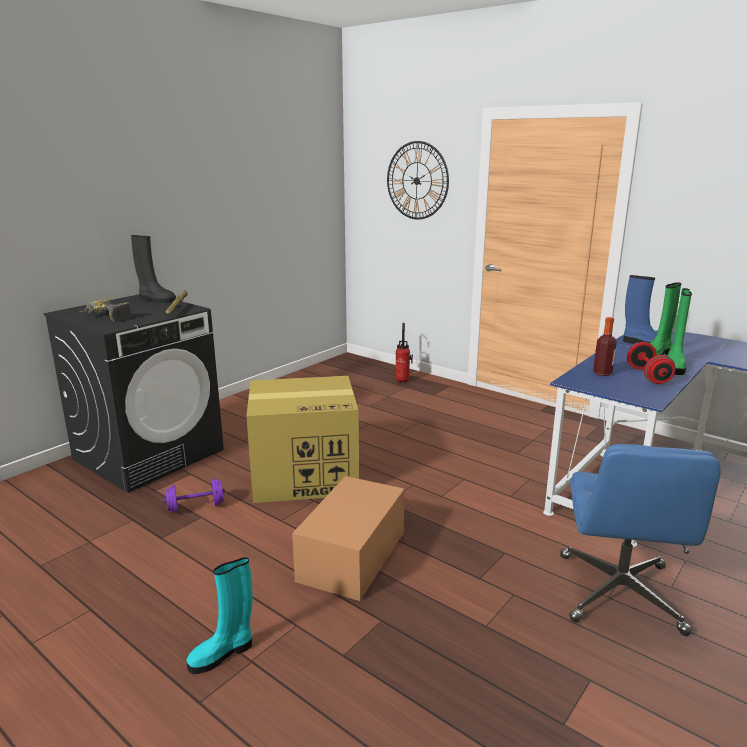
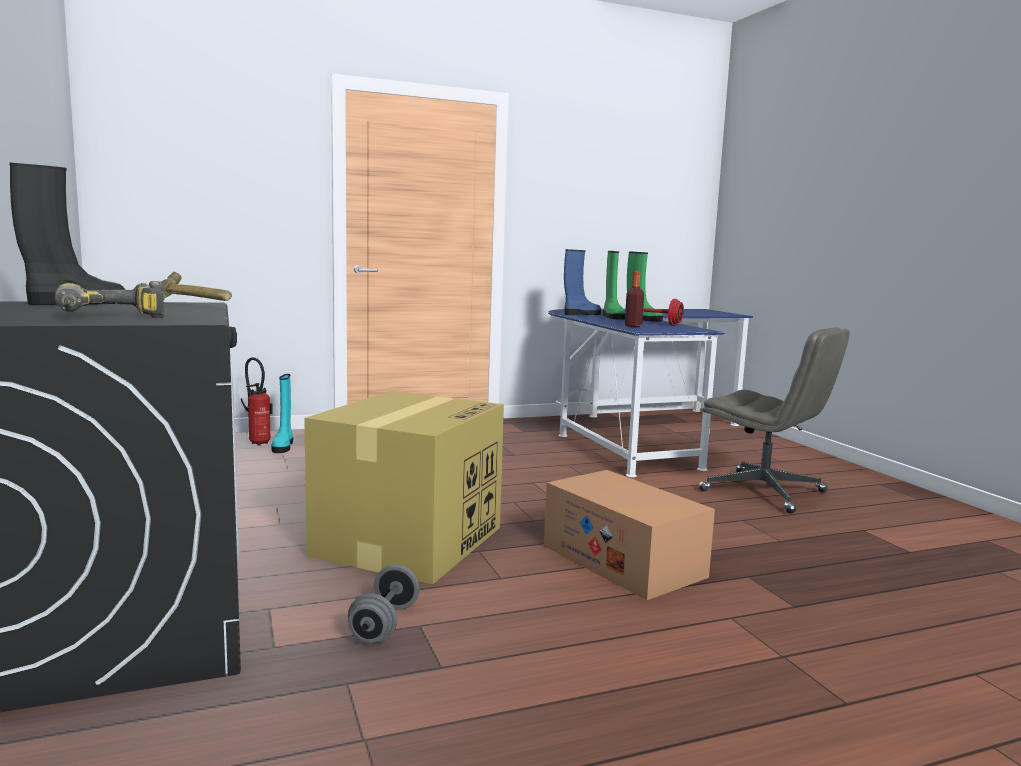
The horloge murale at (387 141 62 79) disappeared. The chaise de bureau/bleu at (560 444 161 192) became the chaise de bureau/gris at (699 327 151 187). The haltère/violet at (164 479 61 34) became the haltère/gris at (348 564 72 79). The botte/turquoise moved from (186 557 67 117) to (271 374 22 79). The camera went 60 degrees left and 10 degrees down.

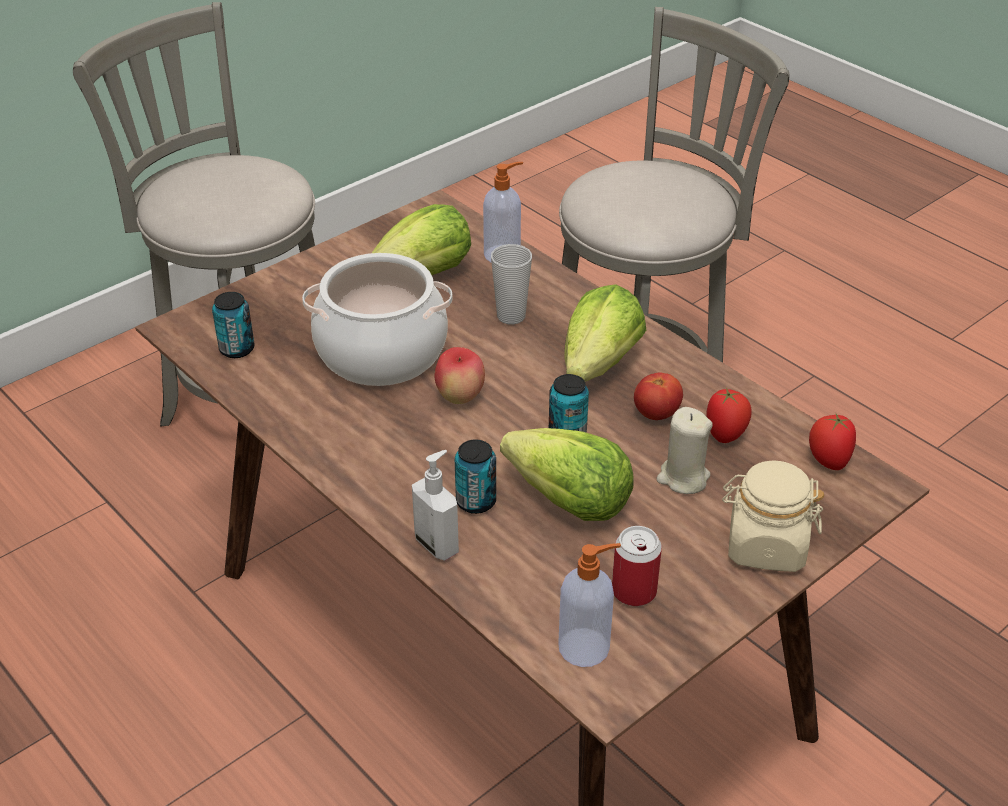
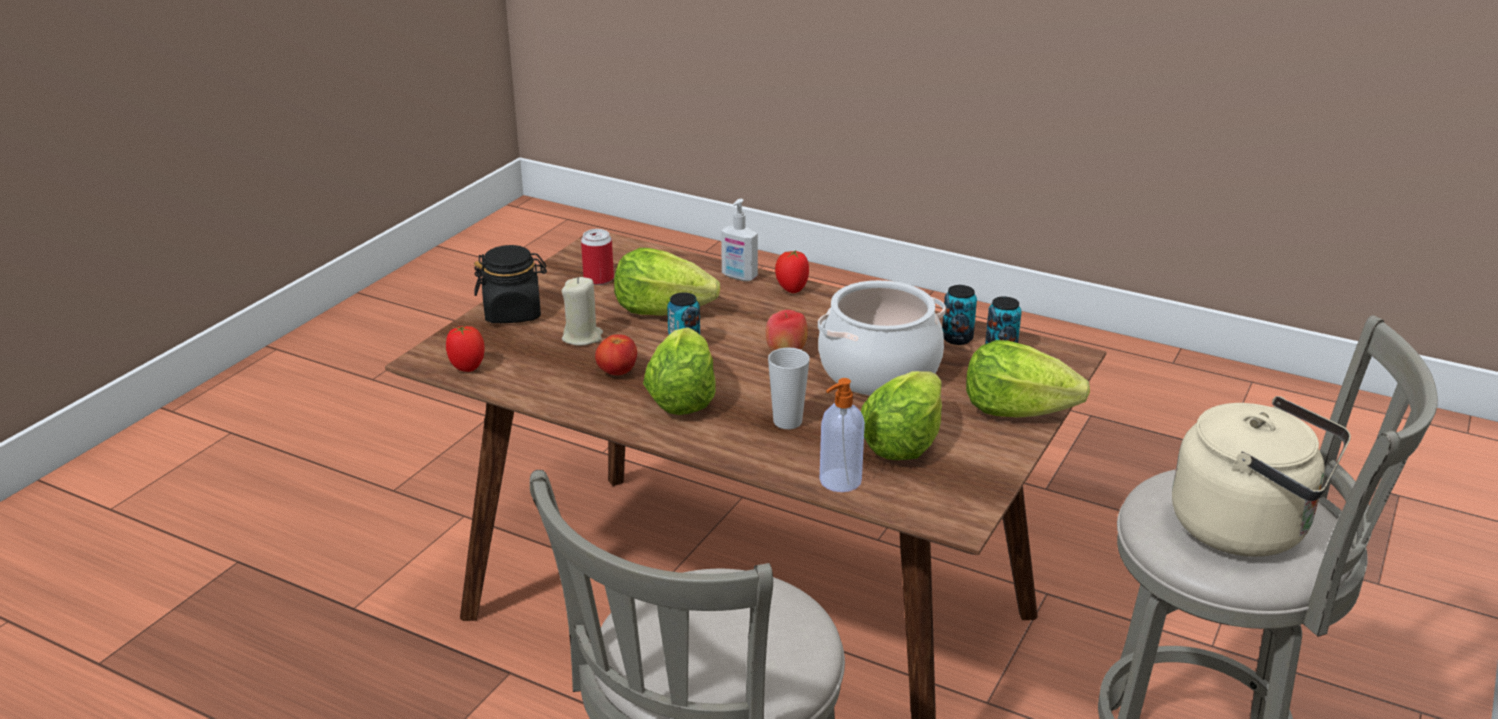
The tomate moved from (706 388 46 55) to (775 250 34 43). The boîte métallique moved from (455 439 41 75) to (942 285 35 60). The bocal/beige at (722 460 103 112) became the bocal/noir at (474 245 73 78). The distributeur de savon at (558 543 63 124) disappeared. The laitue at (966 340 124 78) appeared. The bouilloire/beige at (1172 396 179 161) appeared. The camera went 160 degrees right and 10 degrees down.

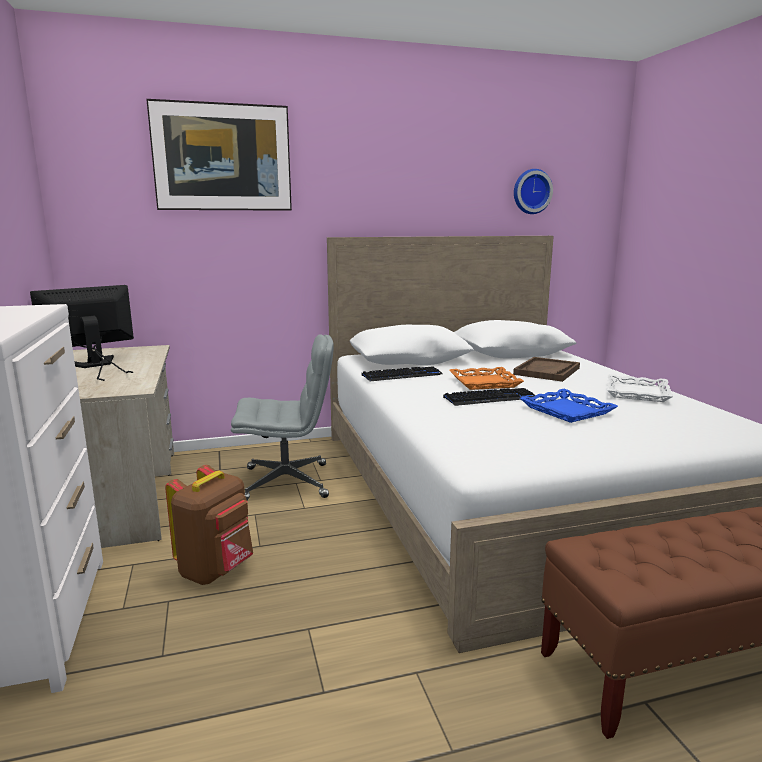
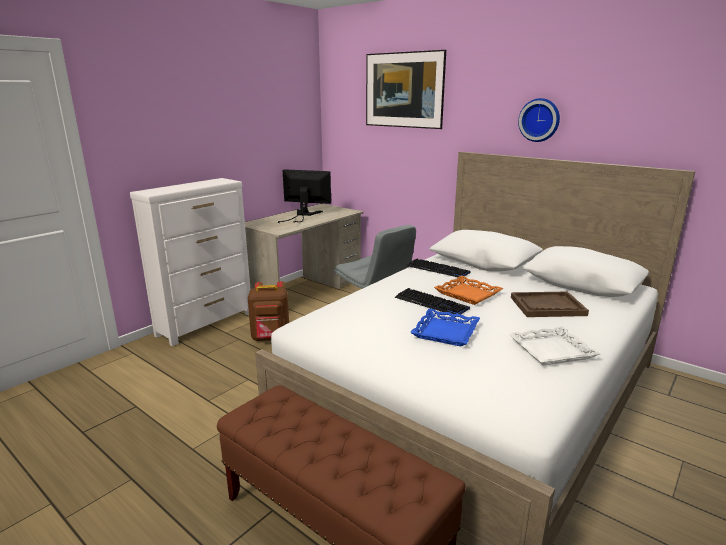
The horloge murale moved from (514 169 39 45) to (518 98 42 44). The camera went 55 degrees right and 5 degrees up.

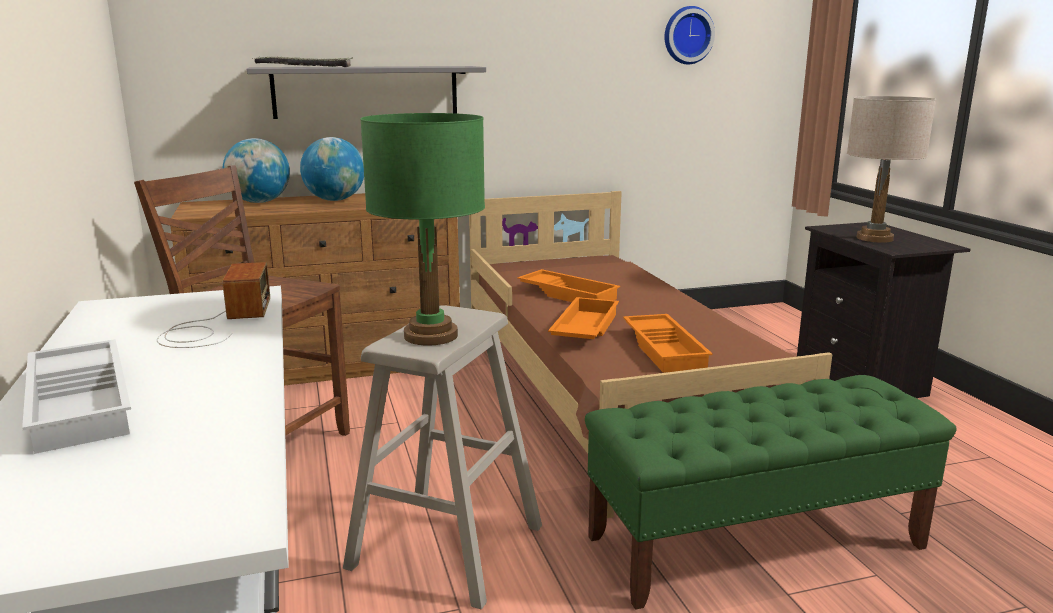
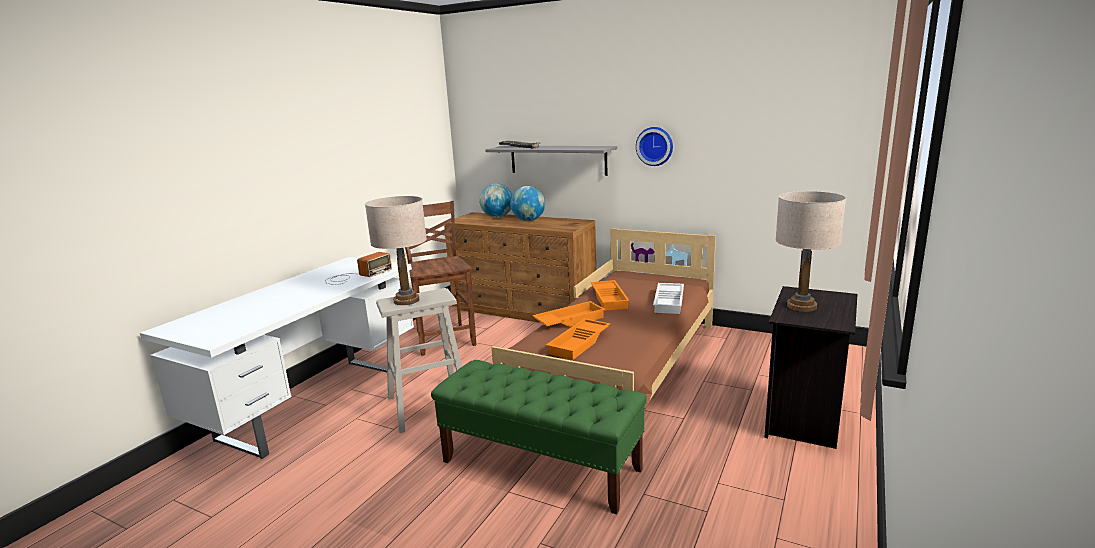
The horloge murale moved from (665 6 50 58) to (636 127 37 39). The lampe de table/vert at (360 113 125 233) became the lampe de table/beige at (365 196 62 109). The plateau/blanc moved from (22 339 109 115) to (653 283 31 31). The camera went 45 degrees right and 0 degrees up.

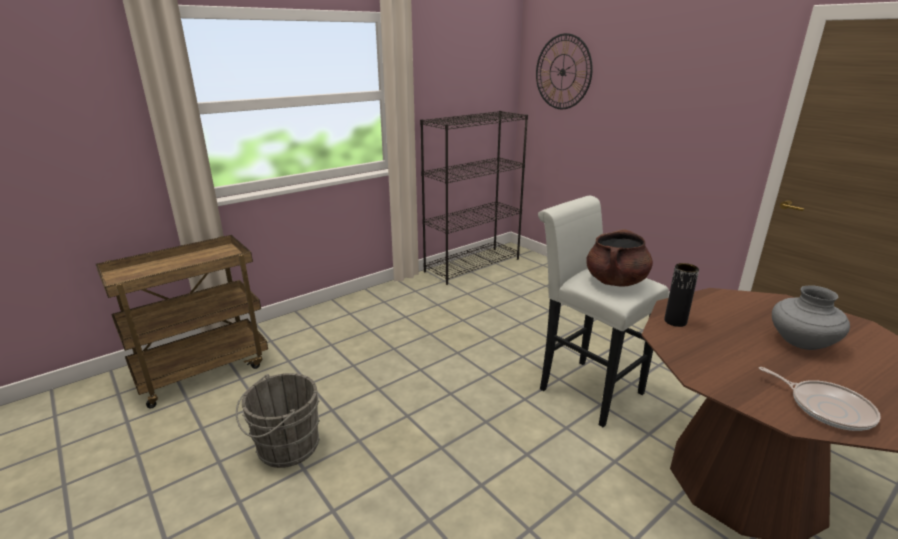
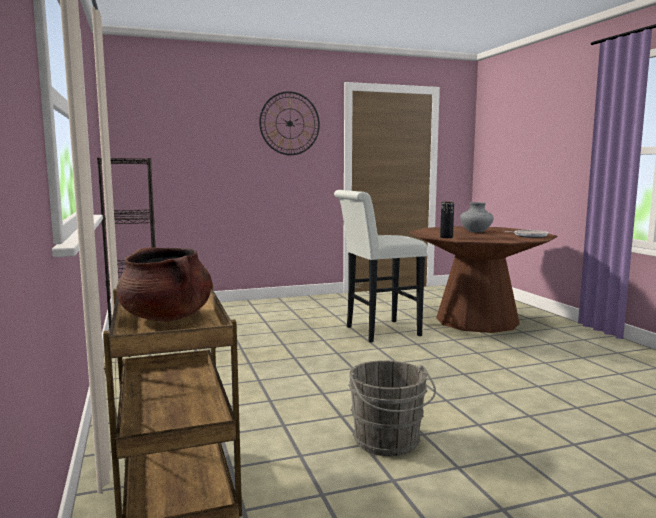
The horloge murale moved from (536 33 57 76) to (259 91 61 64). The marmite/marron moved from (586 229 67 58) to (116 247 96 75). The camera went 70 degrees left and 15 degrees down.

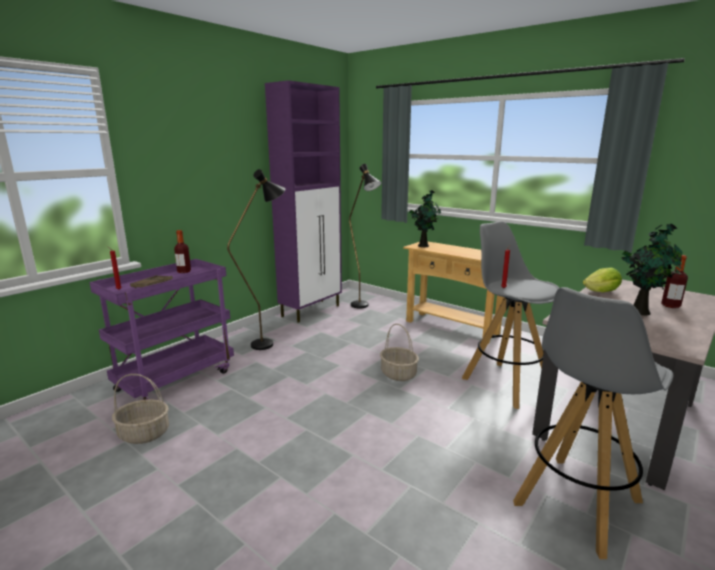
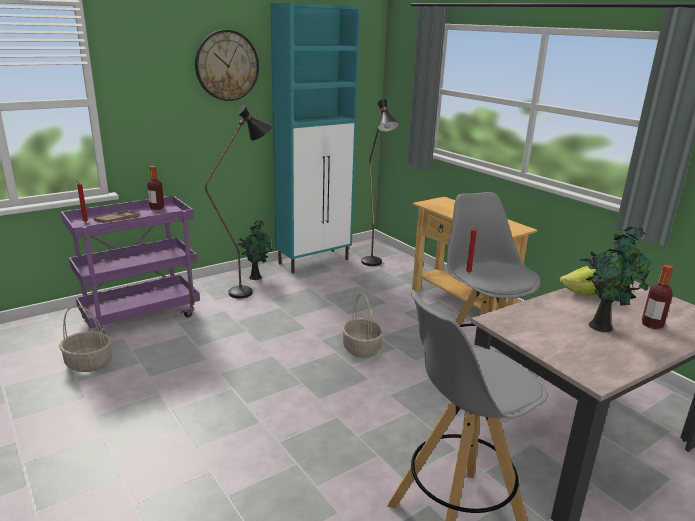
The meuble de rangement/violet at (265 80 77 243) became the meuble de rangement/turquoise at (270 3 91 270). The plante en pot moved from (409 190 32 57) to (237 221 36 59). The horloge murale at (195 30 64 71) appeared. The camera went 15 degrees right and 5 degrees up.

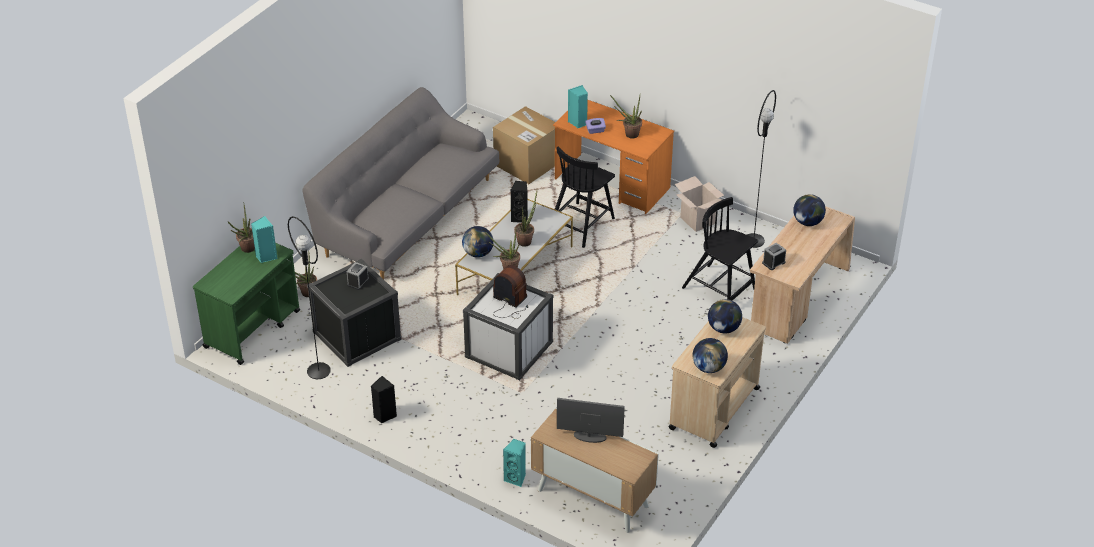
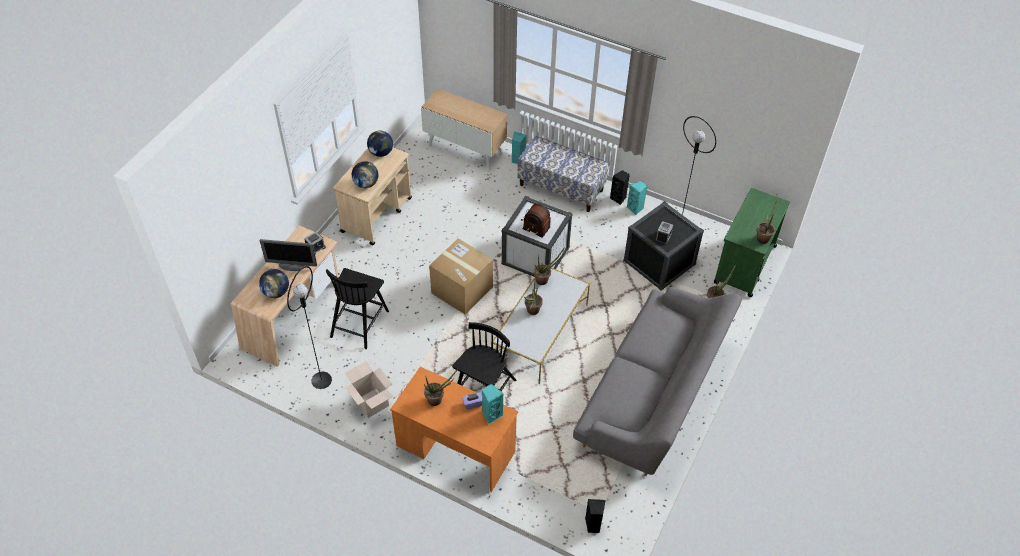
The carton moved from (493 106 62 78) to (429 239 64 76). The enceinte/noir moved from (510 181 18 42) to (585 499 21 34). The chaise/noir at (682 197 76 104) turned 75 degrees clockwise. The enceinte/turquoise moved from (251 216 27 47) to (627 181 20 34). The globe at (462 226 32 32) disappeared. The écran d'ordinateur moved from (557 398 68 45) to (260 239 57 32). The banc at (517 136 92 76) appeared. The camera went 175 degrees right and 10 degrees up.

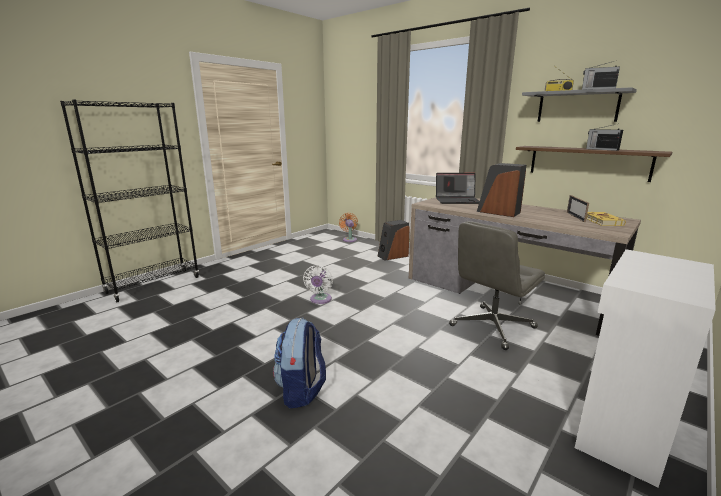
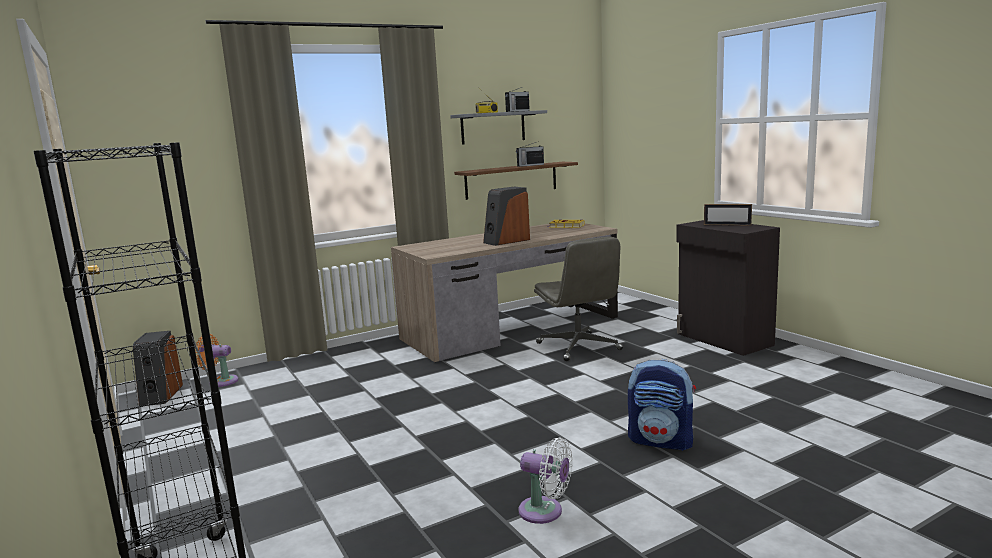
The ordinateur portable at (436 173 44 31) disappeared. The cadre photo moved from (567 195 22 27) to (704 204 48 22). The enceinte moved from (378 220 32 40) to (133 331 50 75). The meuble de rangement/blanc at (575 249 141 238) became the meuble de rangement/noir at (676 220 104 136). The ventilateur/blanc moved from (303 265 30 39) to (518 438 55 86). The camera went 70 degrees left and 5 degrees down.

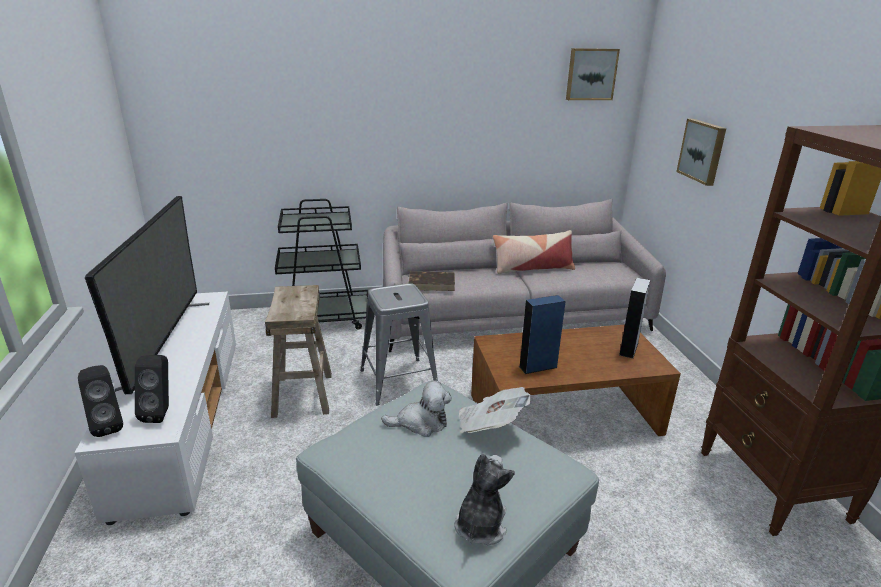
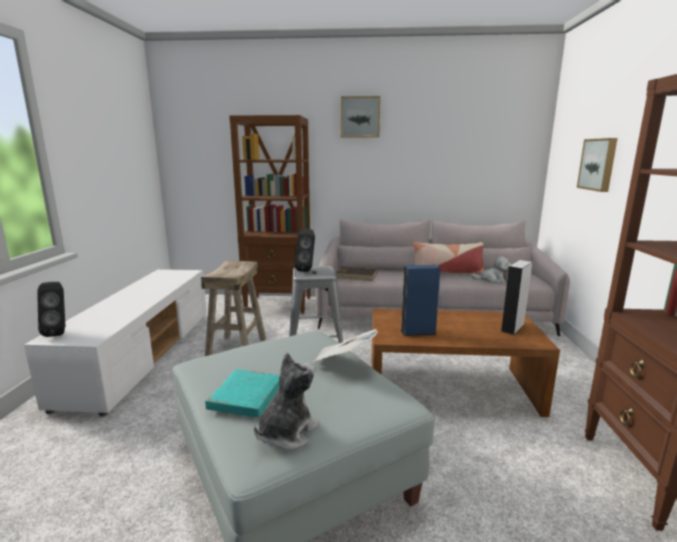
The tableau moved from (566 48 54 52) to (341 96 39 42). The téléviseur at (85 196 124 198) disappeared. The chariot/noir at (275 199 93 131) was replaced by the bibliothèque/marron at (229 115 82 199). The enceinte/noir moved from (135 355 34 68) to (294 229 21 43). The peluche moved from (381 380 71 57) to (471 256 40 28). The livre/turquoise at (205 369 75 48) appeared. The camera went 15 degrees right and 10 degrees down.

